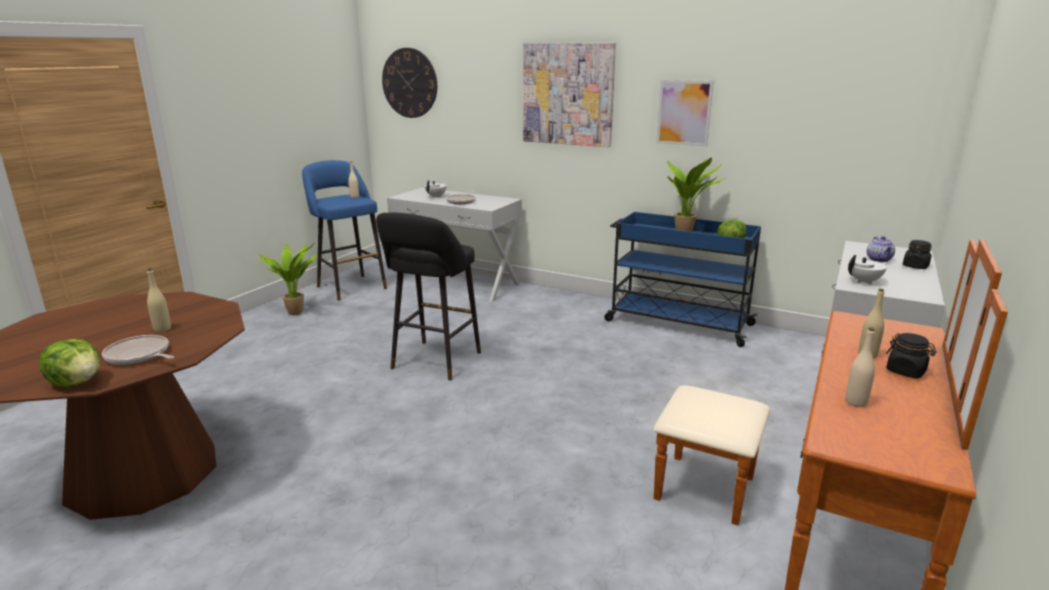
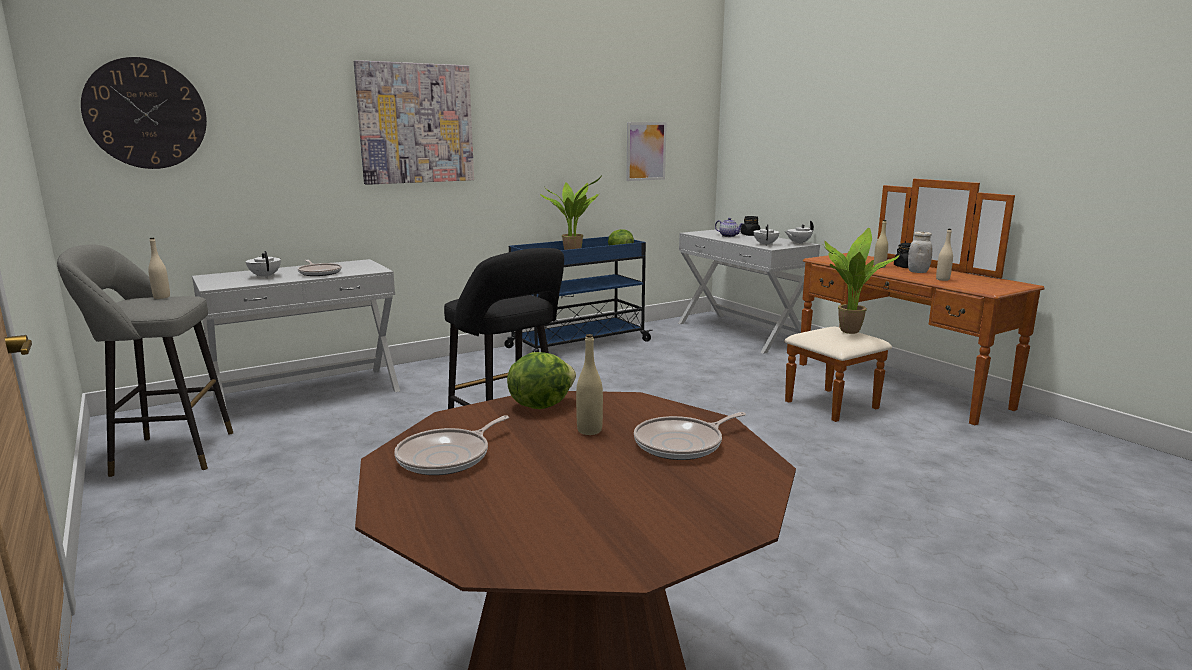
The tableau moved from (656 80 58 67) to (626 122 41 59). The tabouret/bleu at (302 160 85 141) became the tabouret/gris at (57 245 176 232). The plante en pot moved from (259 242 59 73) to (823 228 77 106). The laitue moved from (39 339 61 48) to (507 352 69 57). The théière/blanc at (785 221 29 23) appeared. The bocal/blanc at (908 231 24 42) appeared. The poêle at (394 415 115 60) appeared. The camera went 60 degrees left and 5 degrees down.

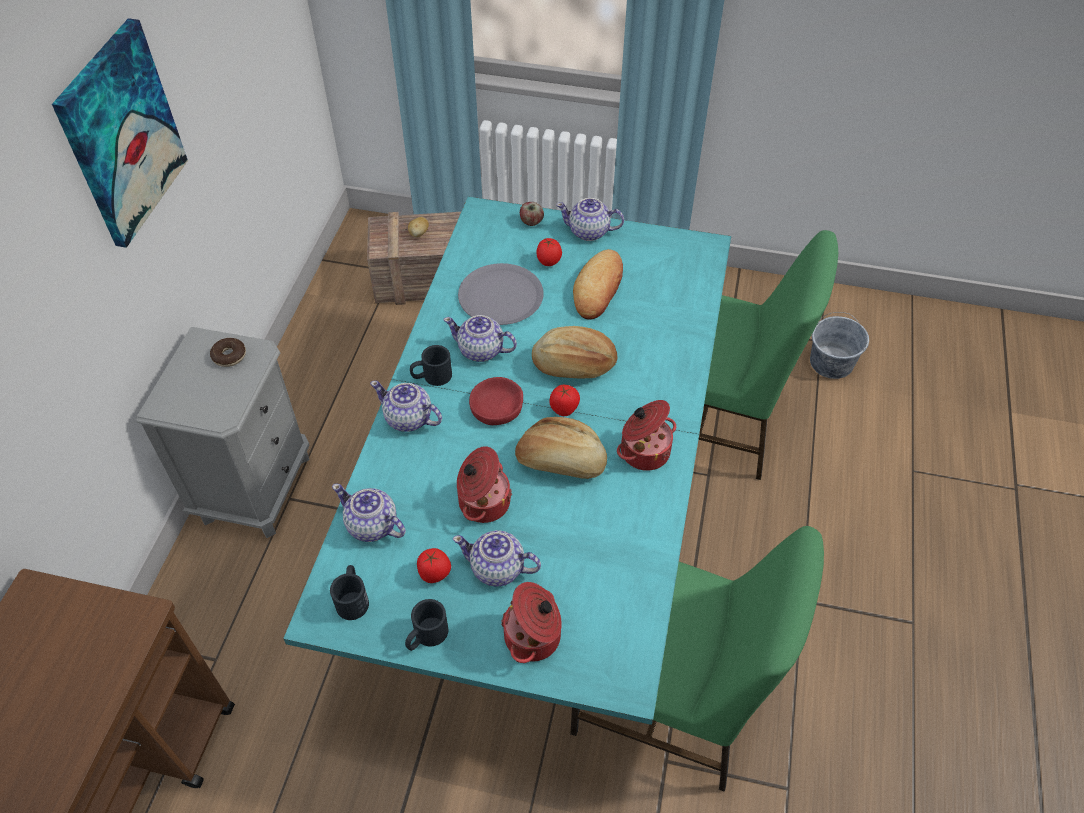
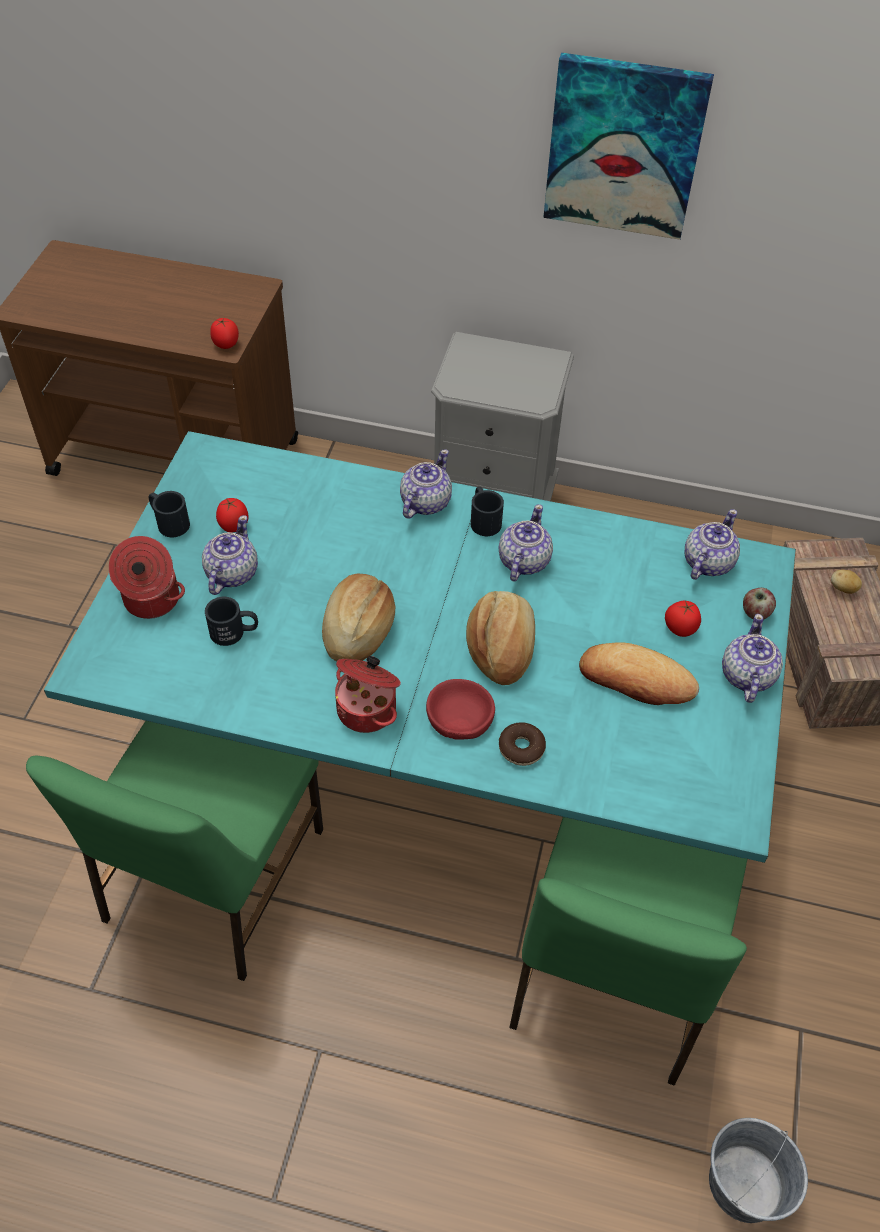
The assiette/gris at (458 263 86 62) disappeared. The beignet moved from (210 338 36 29) to (499 722 47 44). The bol/rouge moved from (469 377 54 48) to (426 679 69 61). The tomate moved from (549 385 31 31) to (210 318 29 31). The marmite at (457 446 55 77) disappeared. The théière moved from (332 484 74 58) to (685 509 55 71). The mug/noir moved from (330 565 39 55) to (205 597 53 49). The camera went 90 degrees right and 0 degrees up.

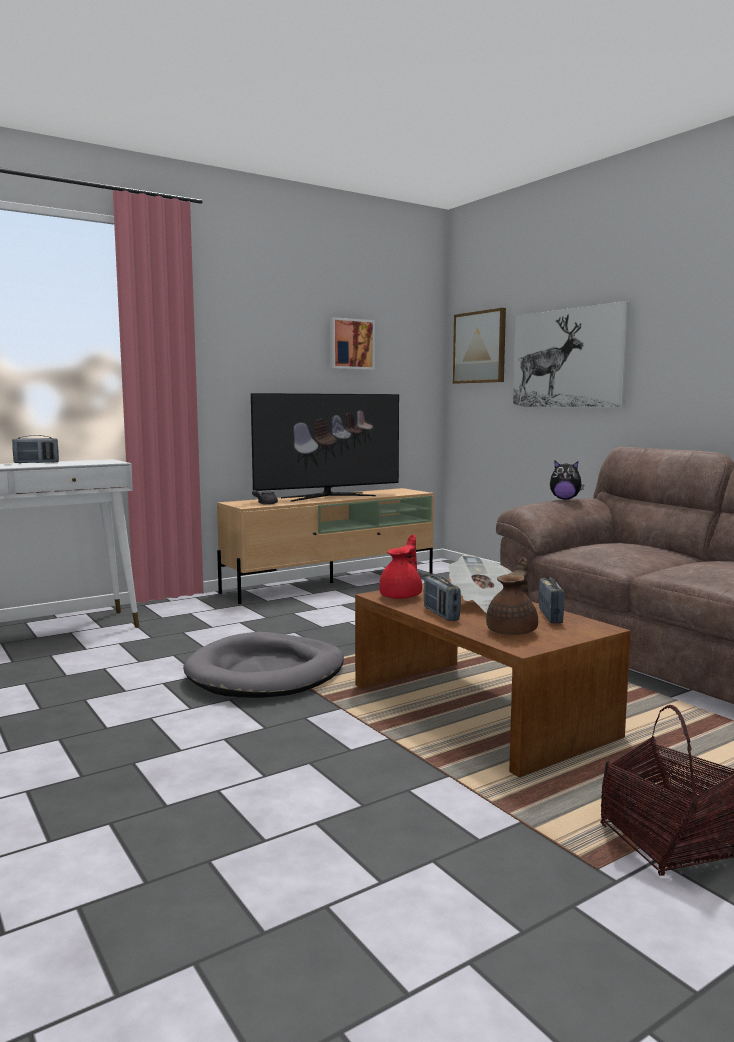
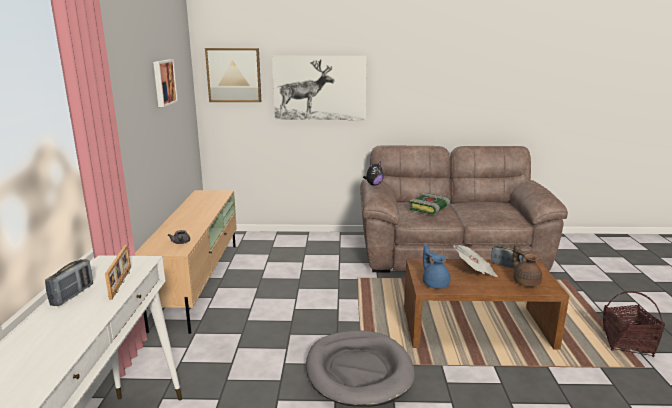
The téléviseur at (251 393 148 109) disappeared. The théière/rouge at (379 534 43 65) became the théière/bleu at (423 244 27 45). The radio at (424 575 37 46) disappeared. The livre at (409 193 42 22) appeared. The cadre photo at (105 245 26 55) appeared. The camera went 55 degrees left and 10 degrees up.

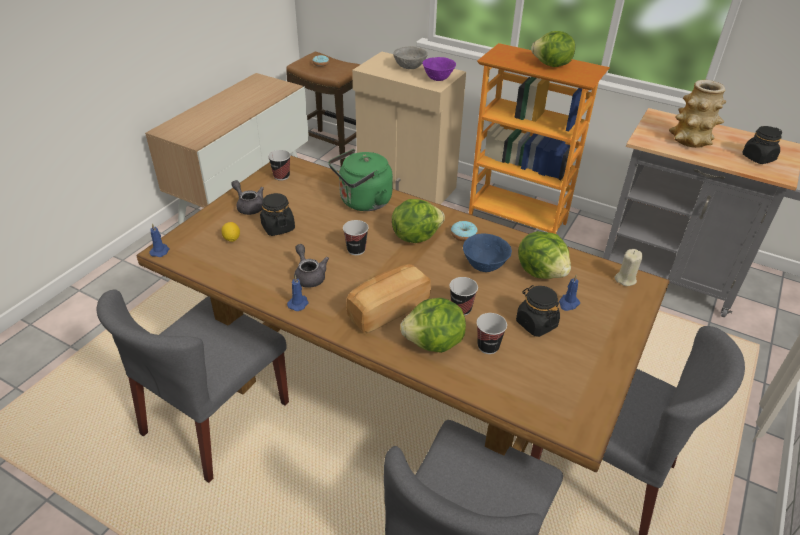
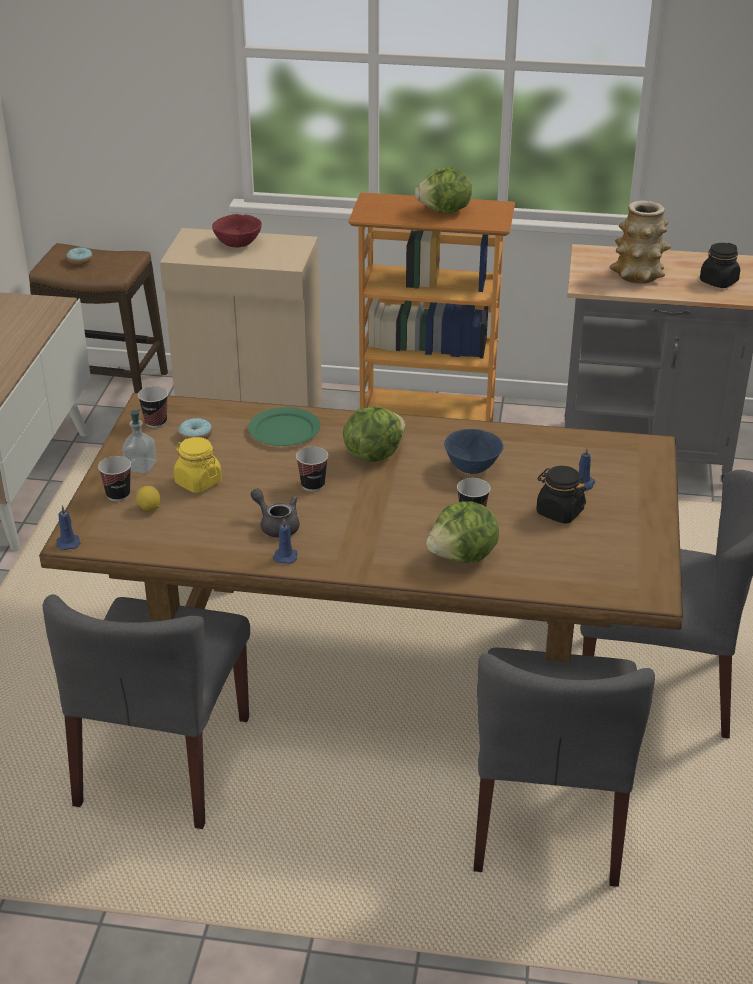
The bol/gris at (393 46 35 23) became the bol/rouge at (212 214 50 33). The bol/violet at (422 57 34 24) disappeared. The bouilloire/vert at (328 149 65 62) was replaced by the assiette/vert at (248 407 72 39). The théière/gris at (231 180 33 35) was replaced by the distributeur de savon at (123 410 33 64). The bocal/noir at (260 193 35 43) became the bocal/jaune at (174 437 48 56). The beignet moved from (451 221 27 20) to (179 418 33 22). The laitue at (518 231 53 48) disappeared. The bougie/beige at (614 249 29 37) disappeared. The pain at (346 264 85 70) disappeared. The tasse moved from (477 313 30 41) to (98 456 33 45). The camera went 20 degrees left and 5 degrees down.

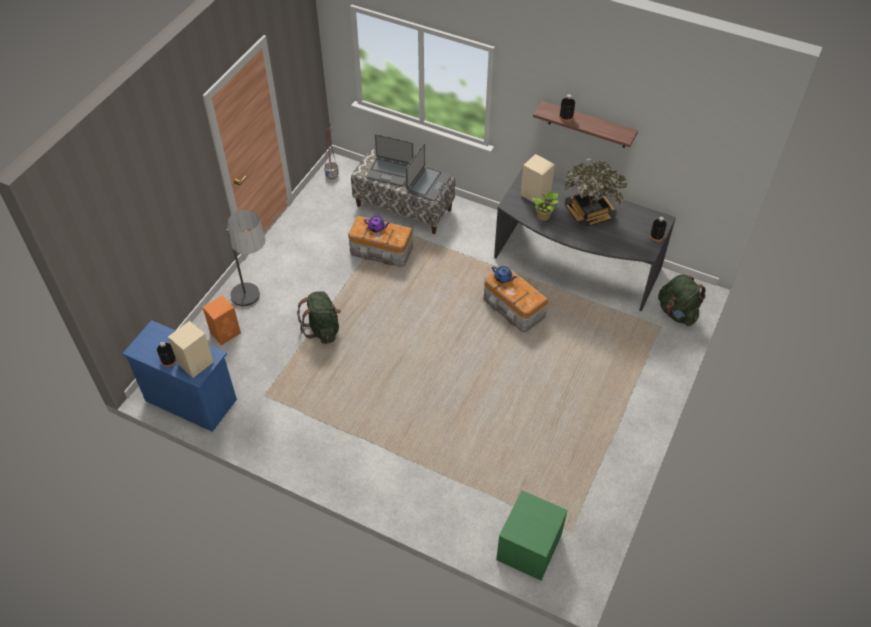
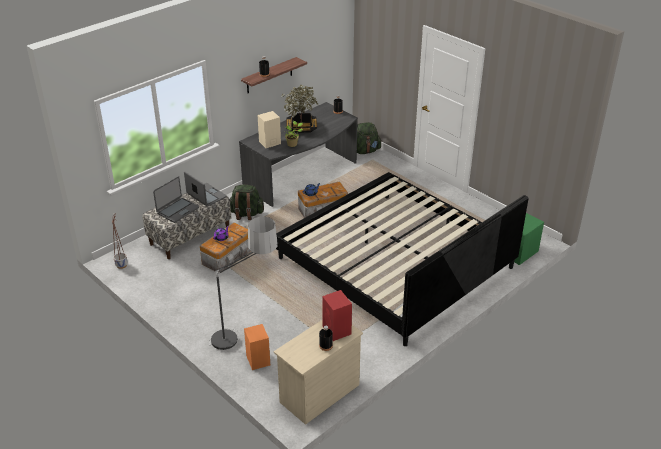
The sac à dos/vert moved from (297 291 44 53) to (230 185 34 35). The commode/bleu at (122 320 115 112) became the commode/beige at (274 320 89 105). The enceinte/beige at (168 321 46 57) became the enceinte/rouge at (322 290 30 51). The lit at (276 172 253 174) appeared. The camera went 70 degrees left and 15 degrees down.

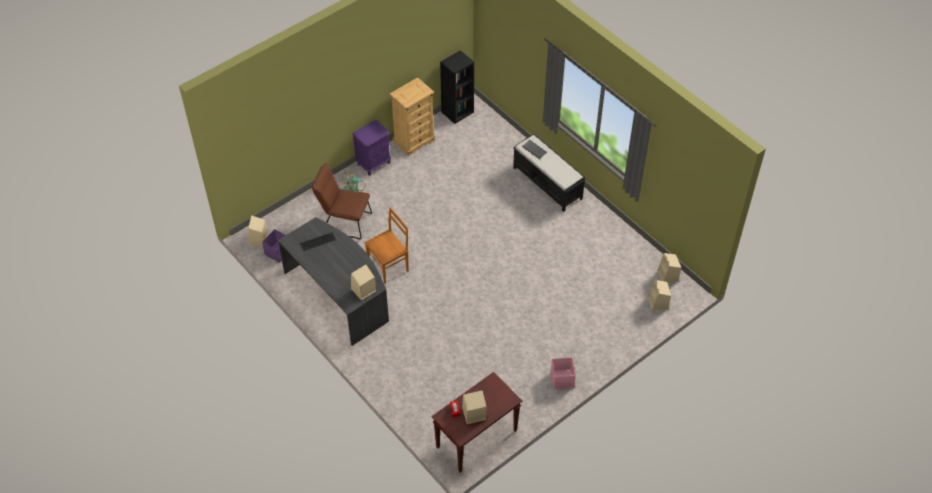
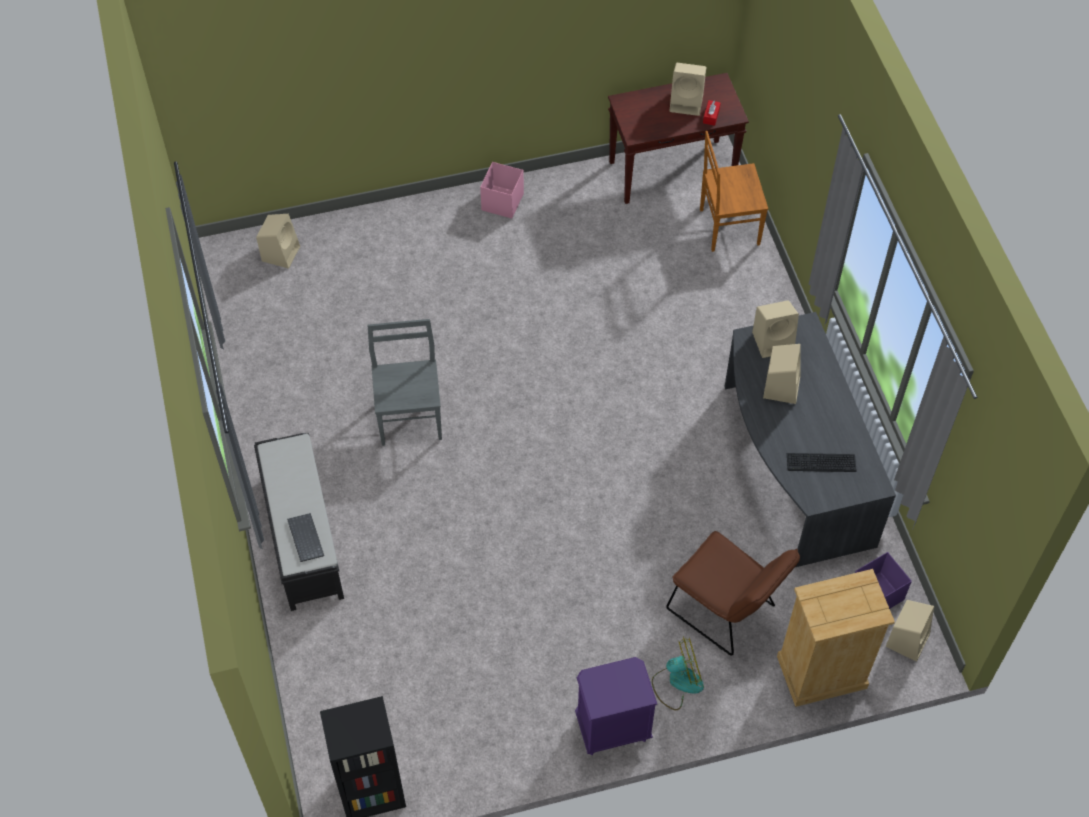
The commode/beige moved from (389 77 46 79) to (777 569 118 138). The chaise/marron moved from (365 207 44 77) to (700 131 68 121). The enceinte/beige moved from (657 253 24 30) to (763 344 38 60). The chaise/gris at (367 319 75 127) appeared. The camera went 155 degrees left and 5 degrees up.

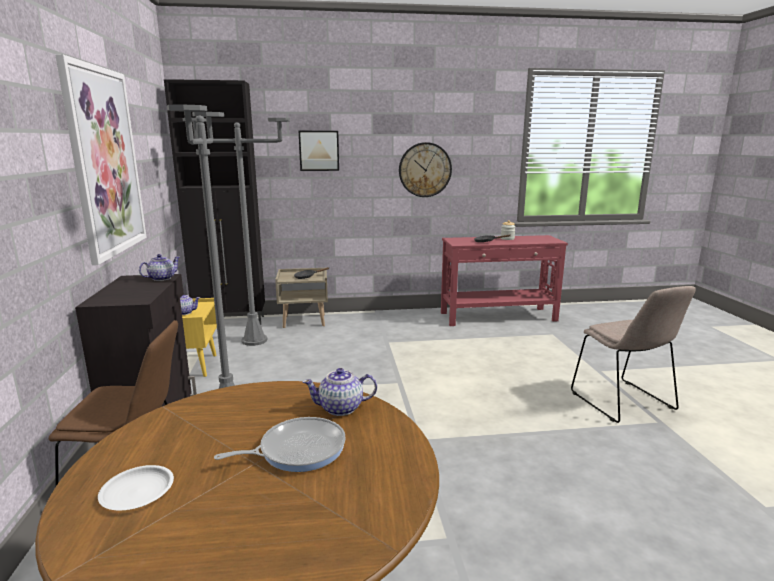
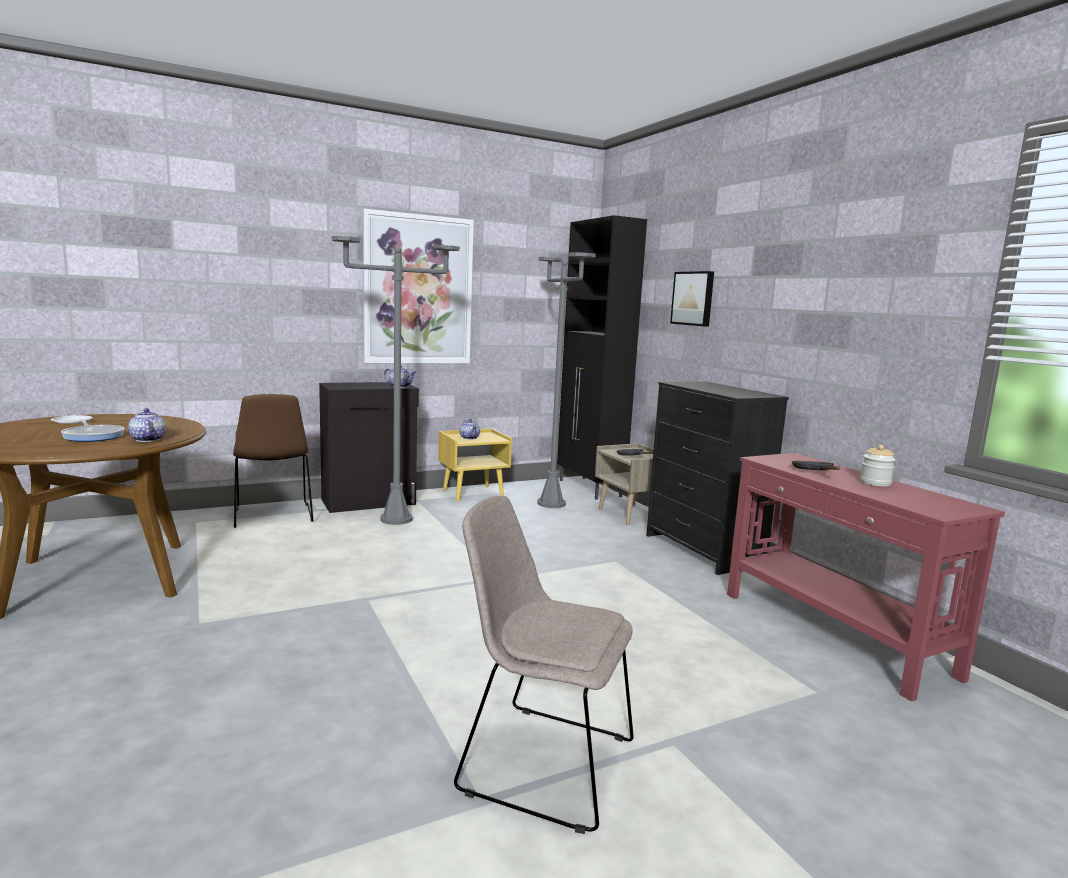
The horloge murale at (399 142 53 55) disappeared. The chaise/beige at (571 286 125 137) turned 60 degrees clockwise. The commode/noir at (646 381 143 194) appeared. The camera went 70 degrees right and 5 degrees down.

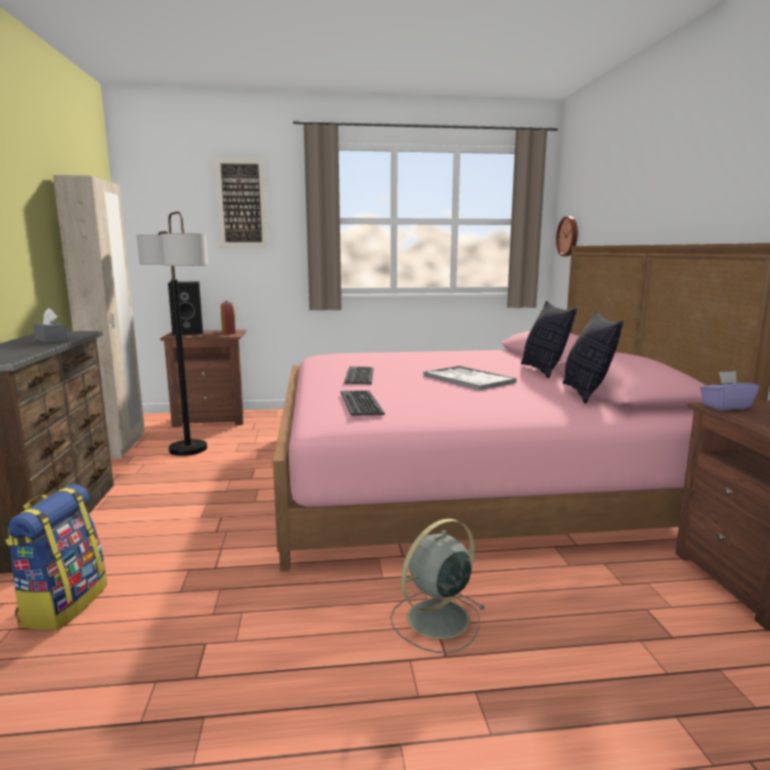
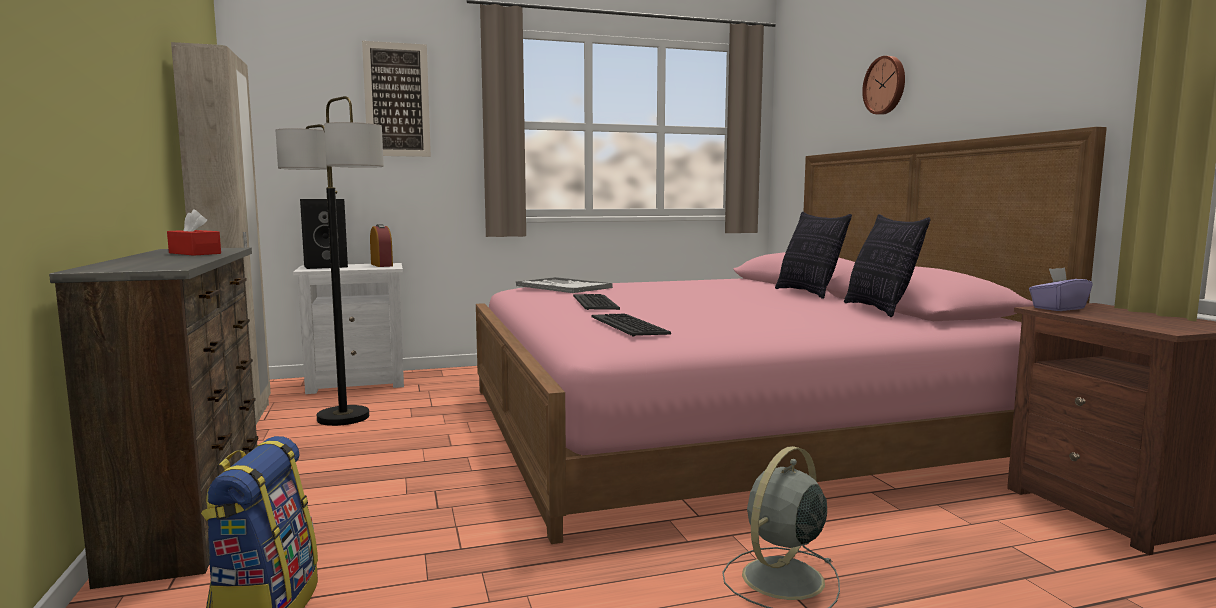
The horloge murale moved from (556 216 22 41) to (862 56 43 59). The boîte à mouchoirs/gris at (33 308 34 35) became the boîte à mouchoirs/rouge at (167 209 54 47). The table de chevet/marron at (160 330 86 97) became the table de chevet/blanc at (293 263 111 131). The plateau moved from (423 366 94 25) to (516 277 97 16). The camera went 10 degrees left and 5 degrees down.

